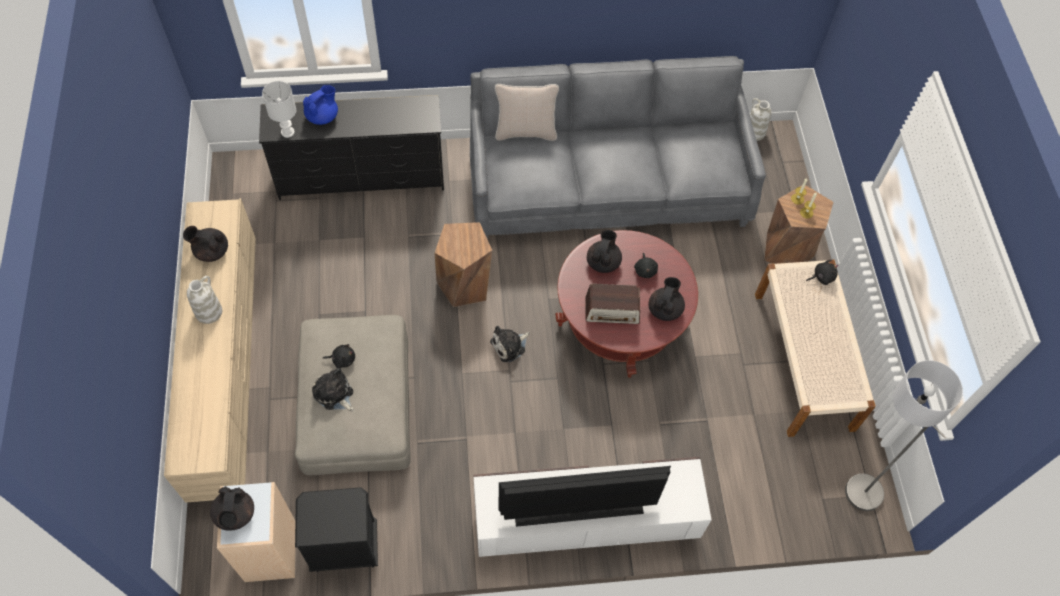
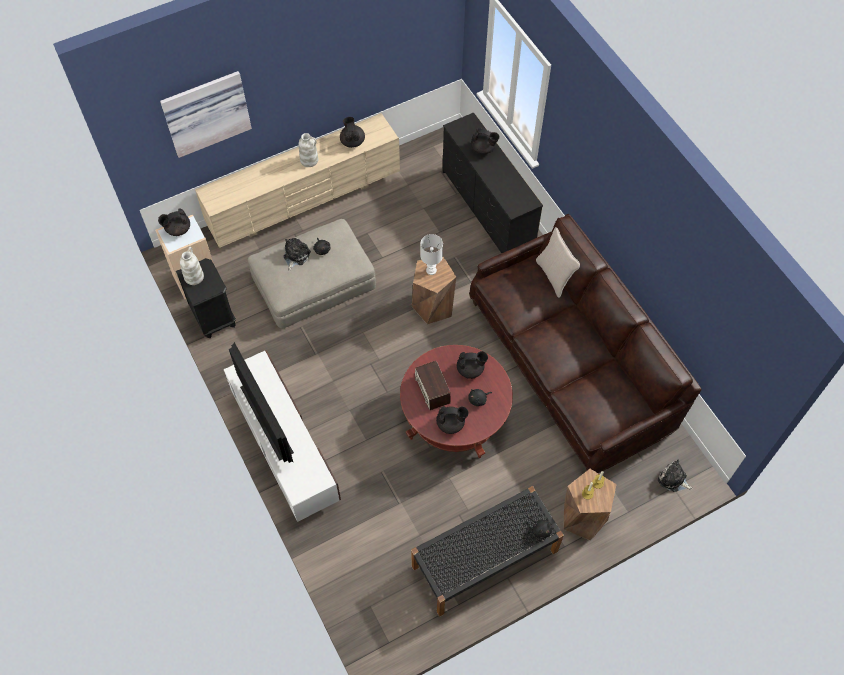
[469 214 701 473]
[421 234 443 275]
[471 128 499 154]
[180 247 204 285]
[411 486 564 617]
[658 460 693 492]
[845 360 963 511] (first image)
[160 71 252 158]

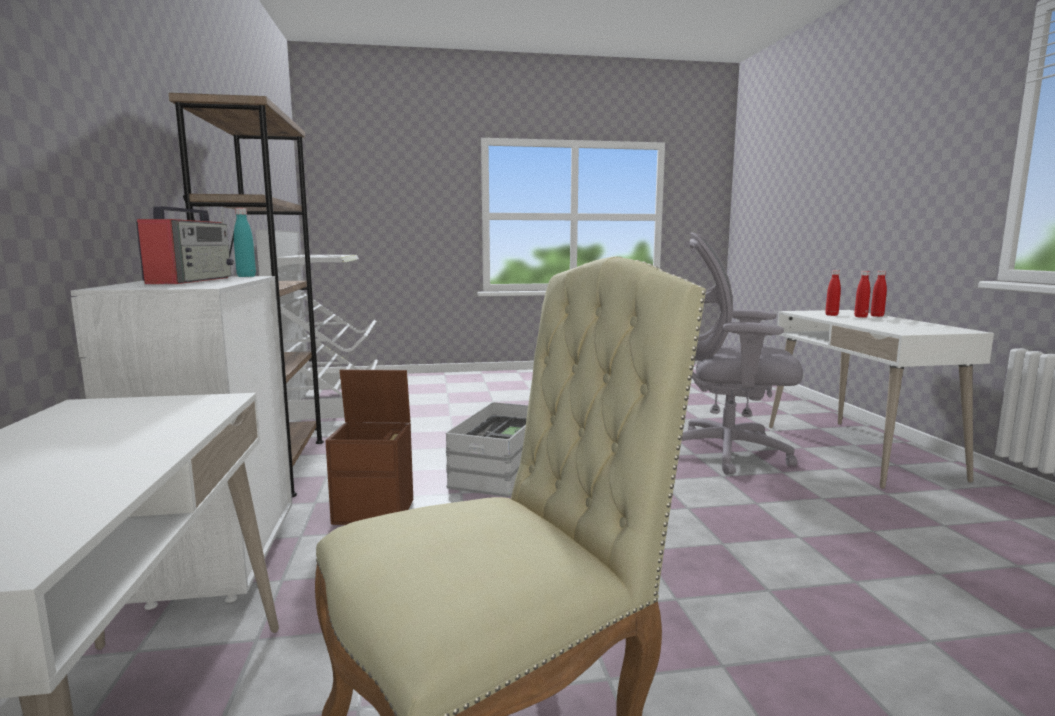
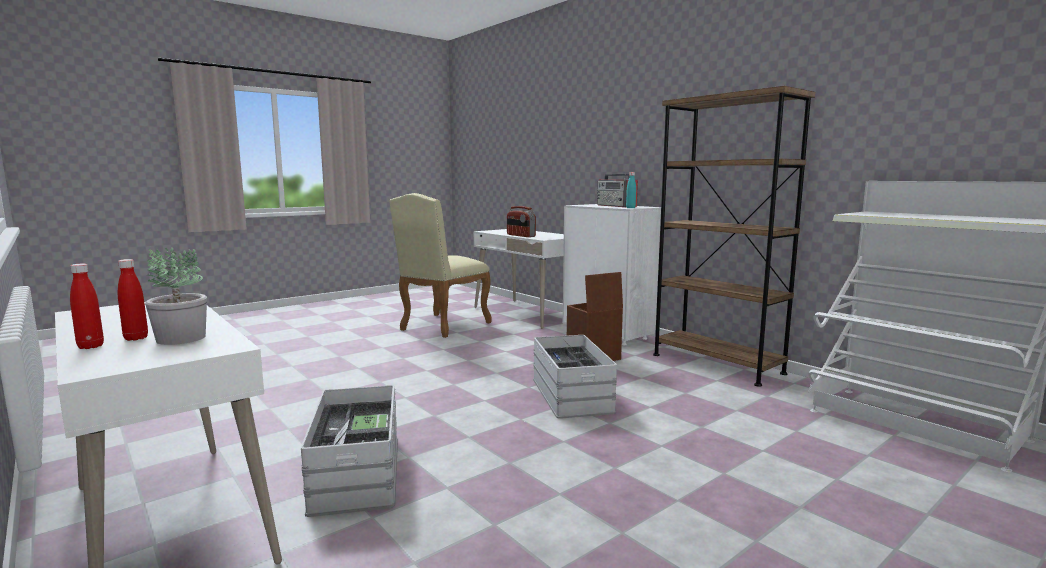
[301 385 398 517]
[145 247 207 345]
[507 206 536 237]

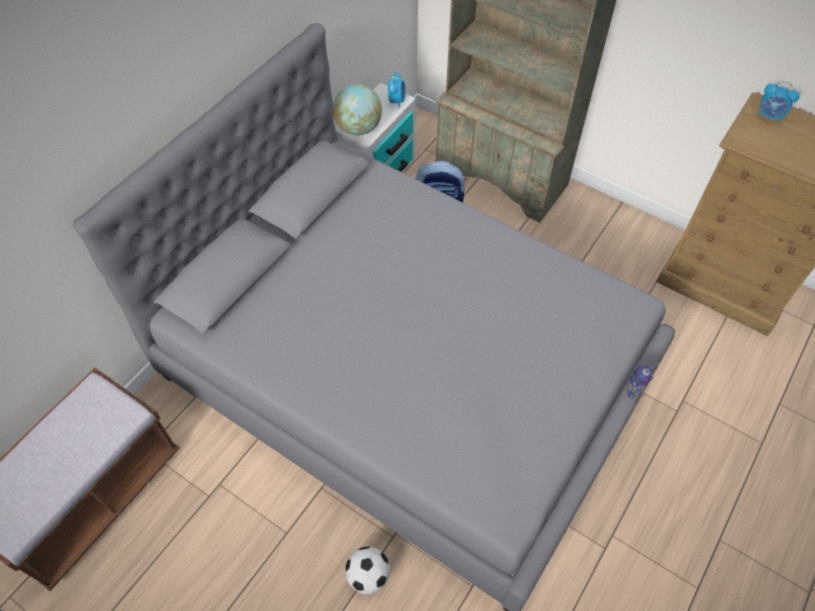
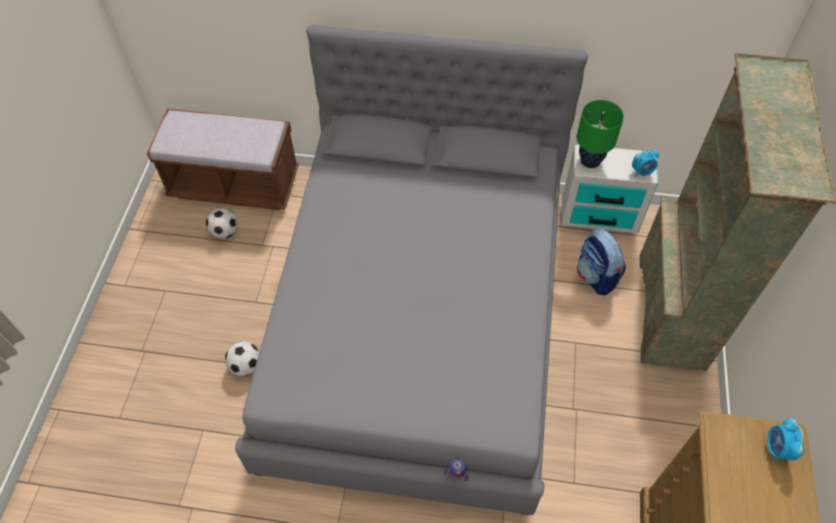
[577 100 624 168]
[206 208 238 239]

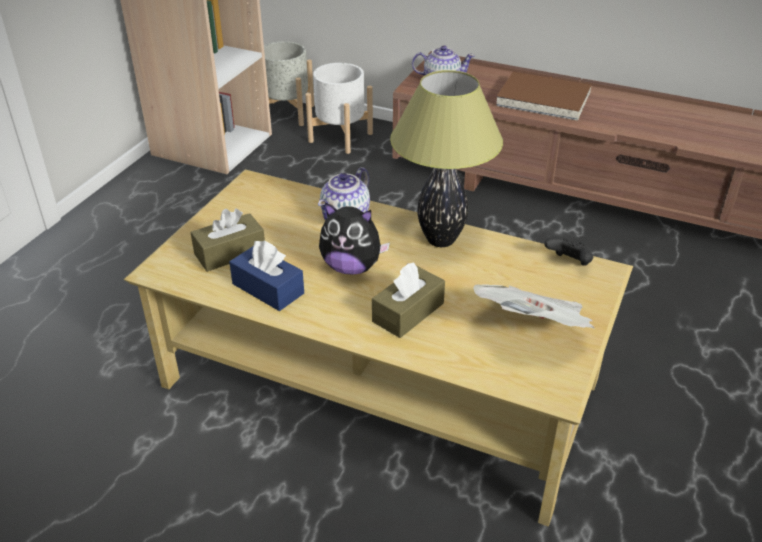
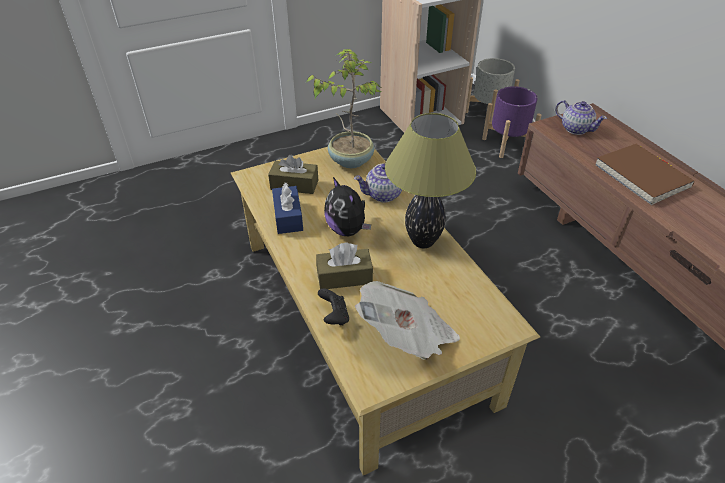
[482 86 541 158]
[318 288 349 325]
[306 49 381 168]

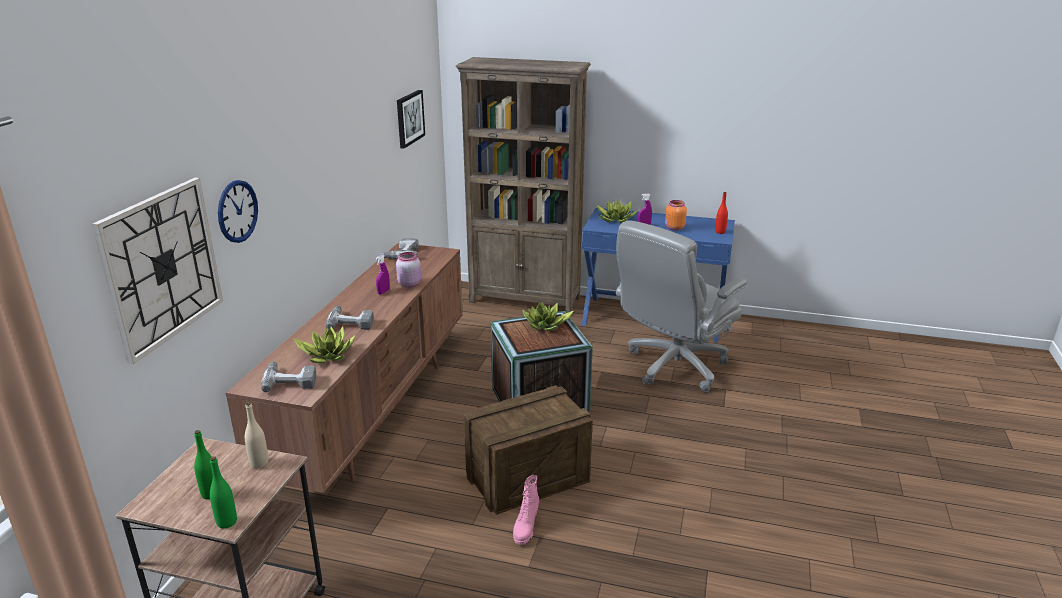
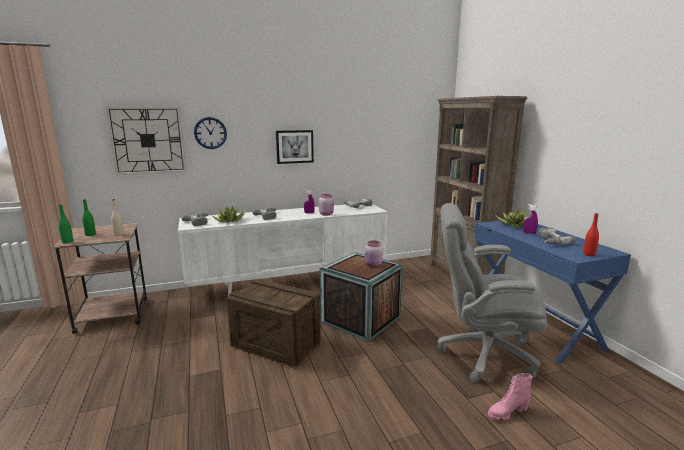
[276 130 314 164]
[538 228 576 245]
[178 204 388 297]
[365 241 383 267]
[488 373 533 421]

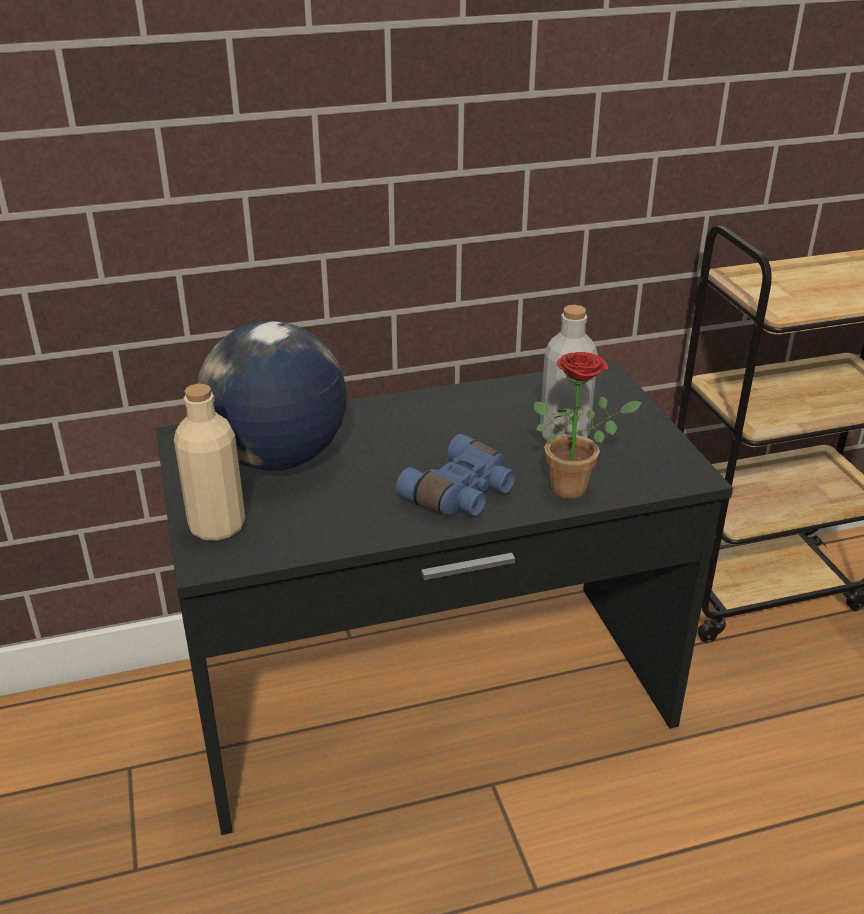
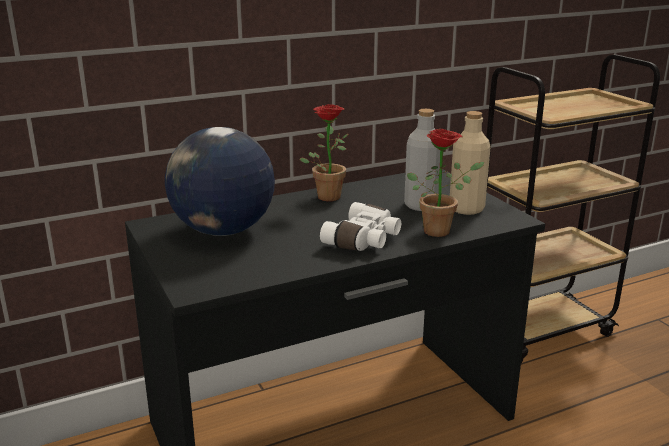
[450 111 491 215]
[320 202 401 251]
[299 104 348 201]

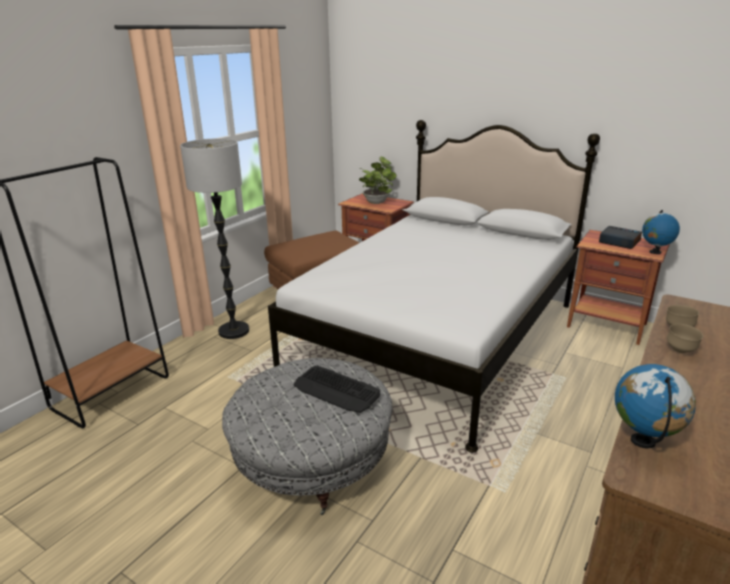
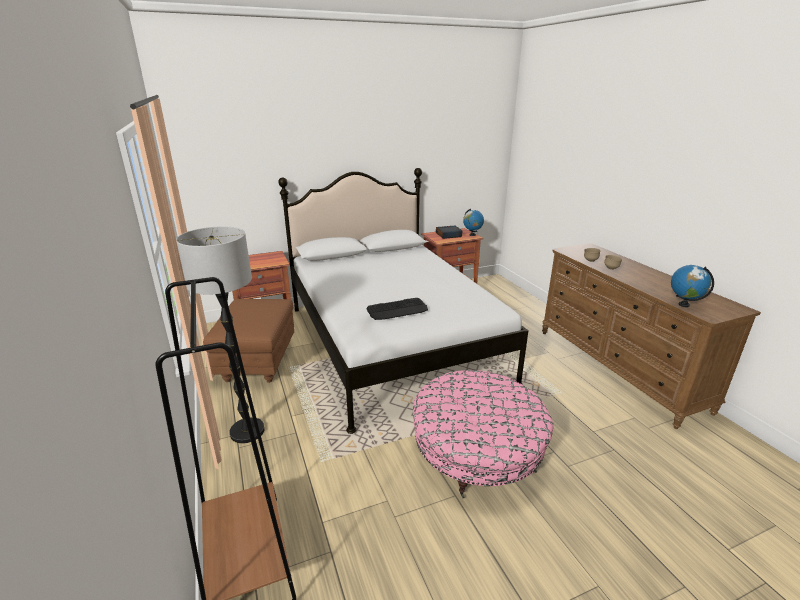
[359 156 397 204] (first image)
[413 370 553 498]
[367 298 428 320]

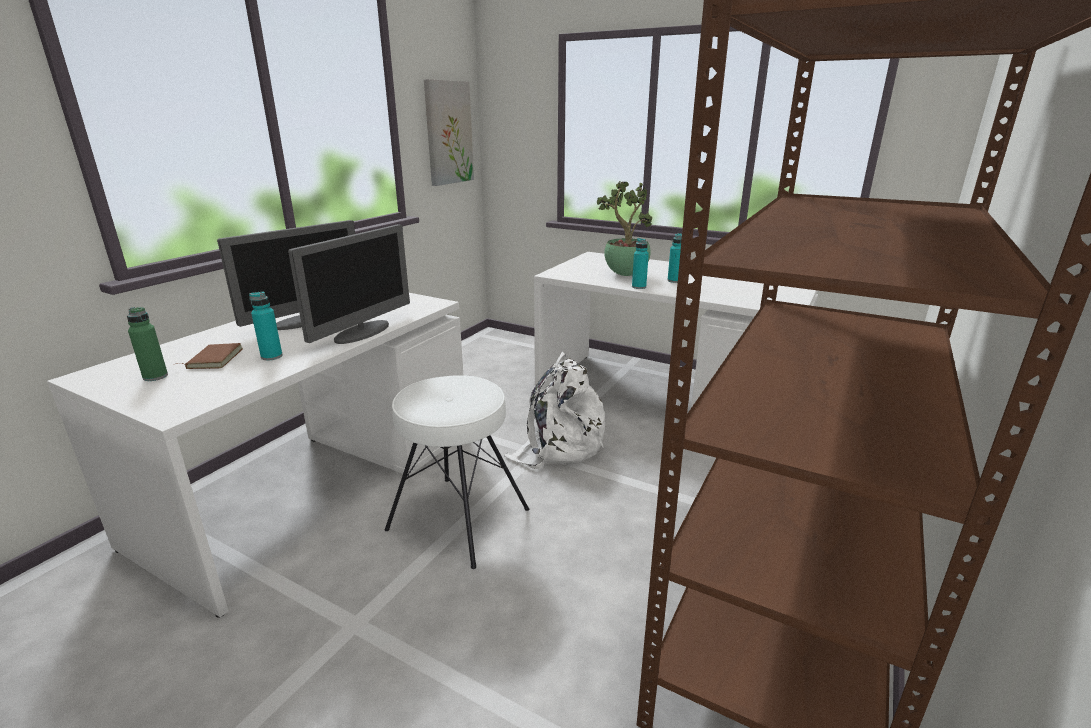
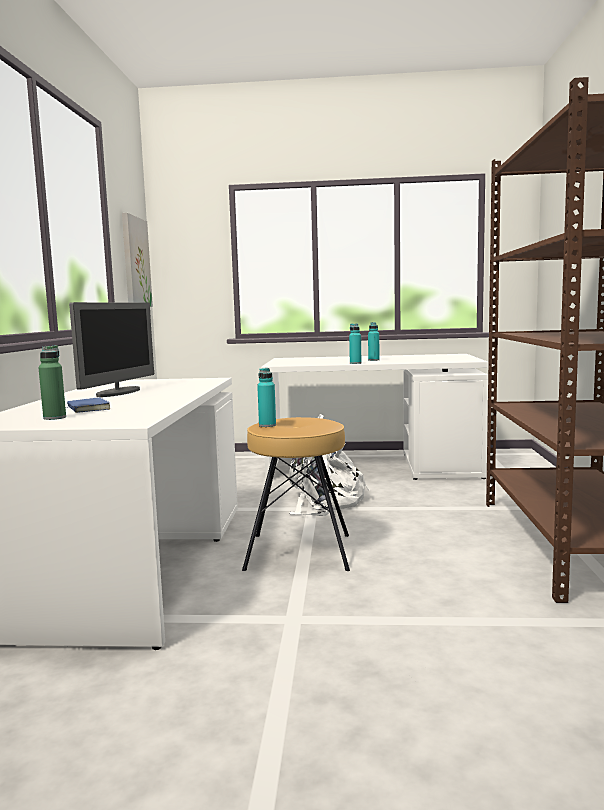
[597 181 652 276] (first image)
[288 224 410 344] (first image)
[257 368 276 427]
[66 397 110 413]
[242 417 350 571]

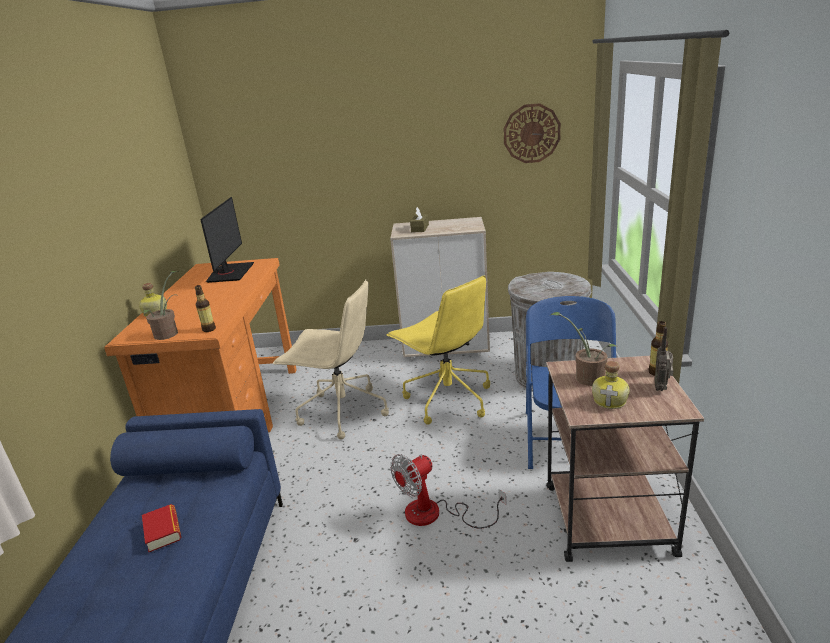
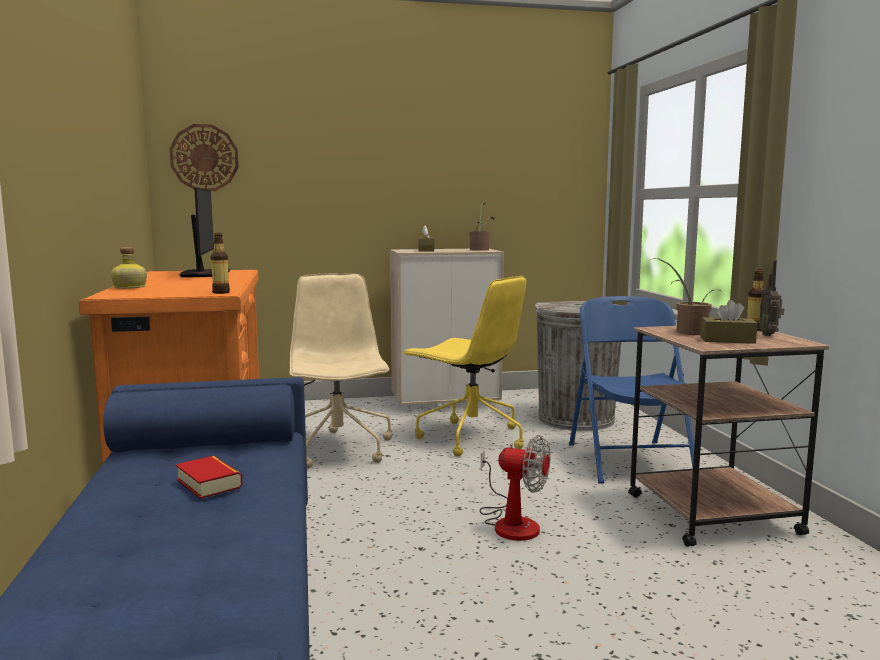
[169 124 239 191]
[469 202 494 251]
[290 273 392 469]
[701 300 758 344]
[479 435 551 541]

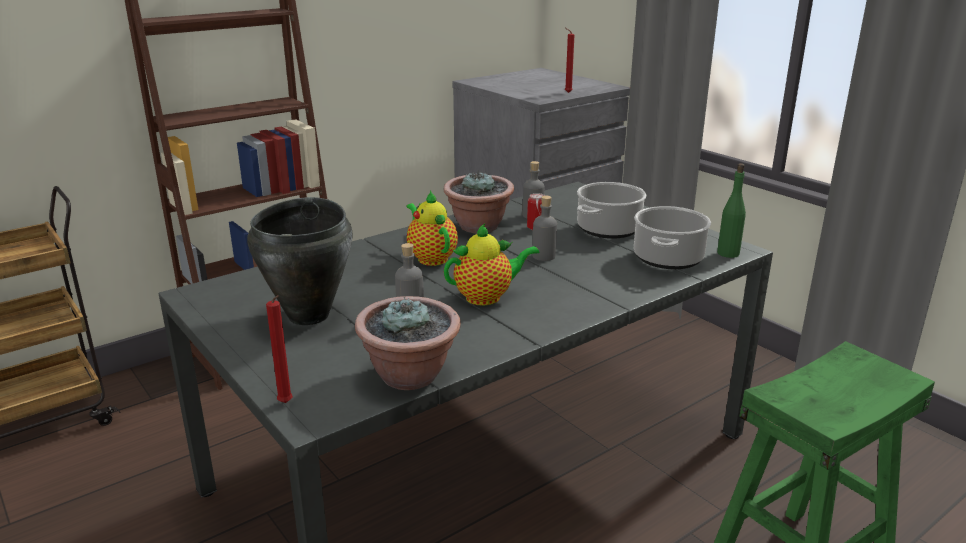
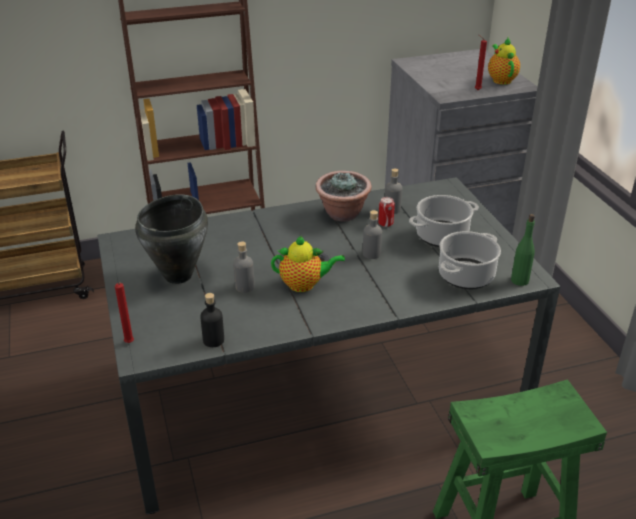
[488 38 520 85]
[200 293 224 347]

